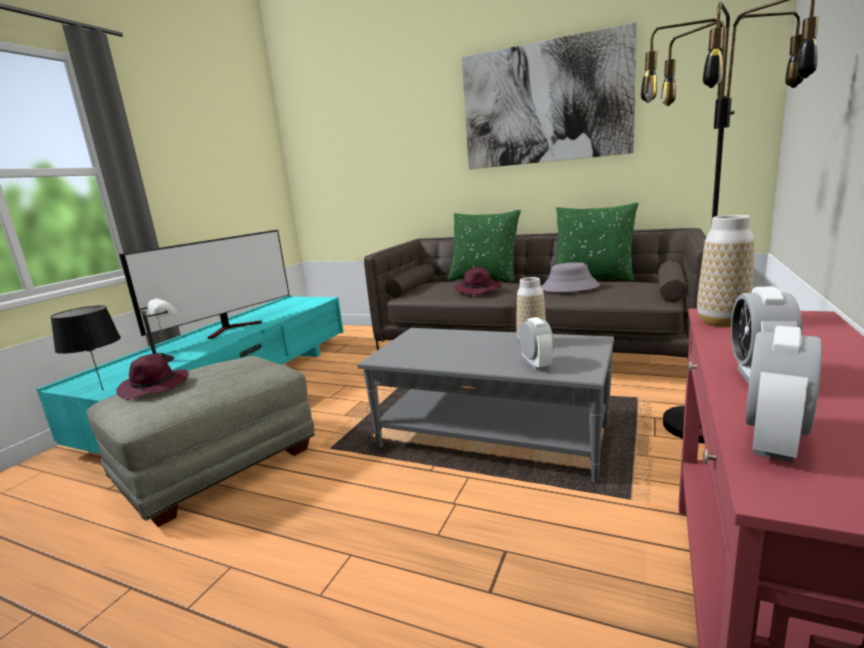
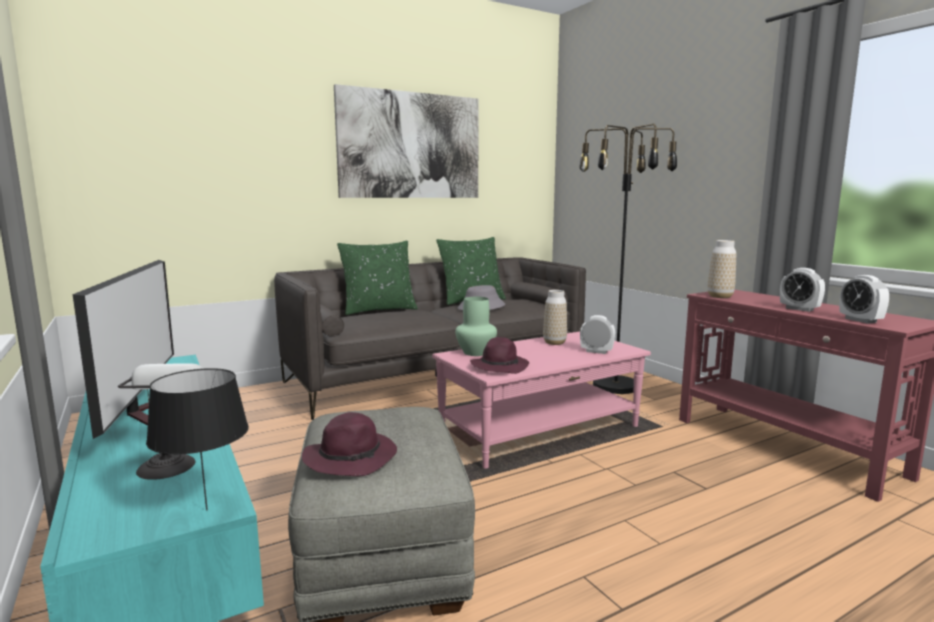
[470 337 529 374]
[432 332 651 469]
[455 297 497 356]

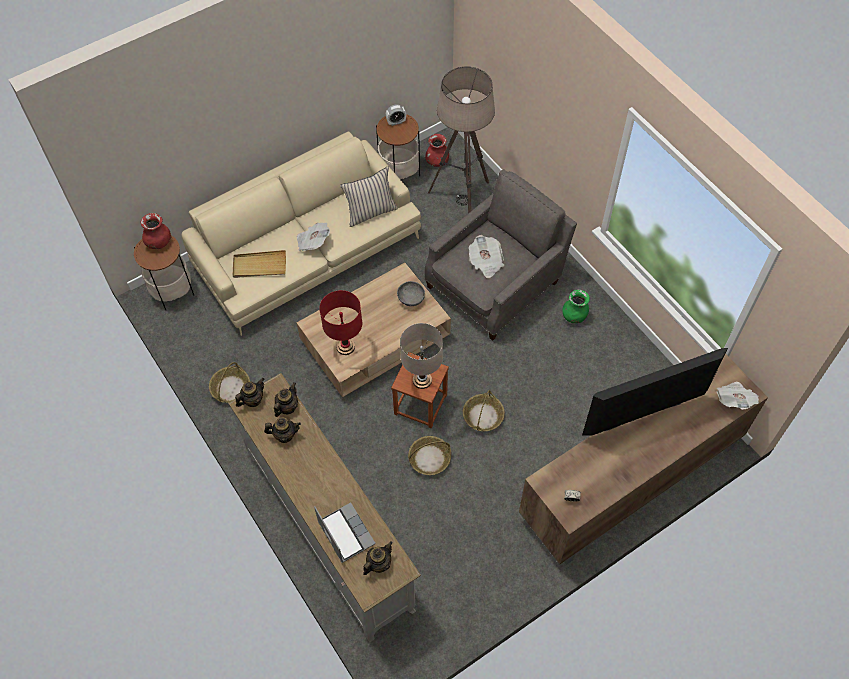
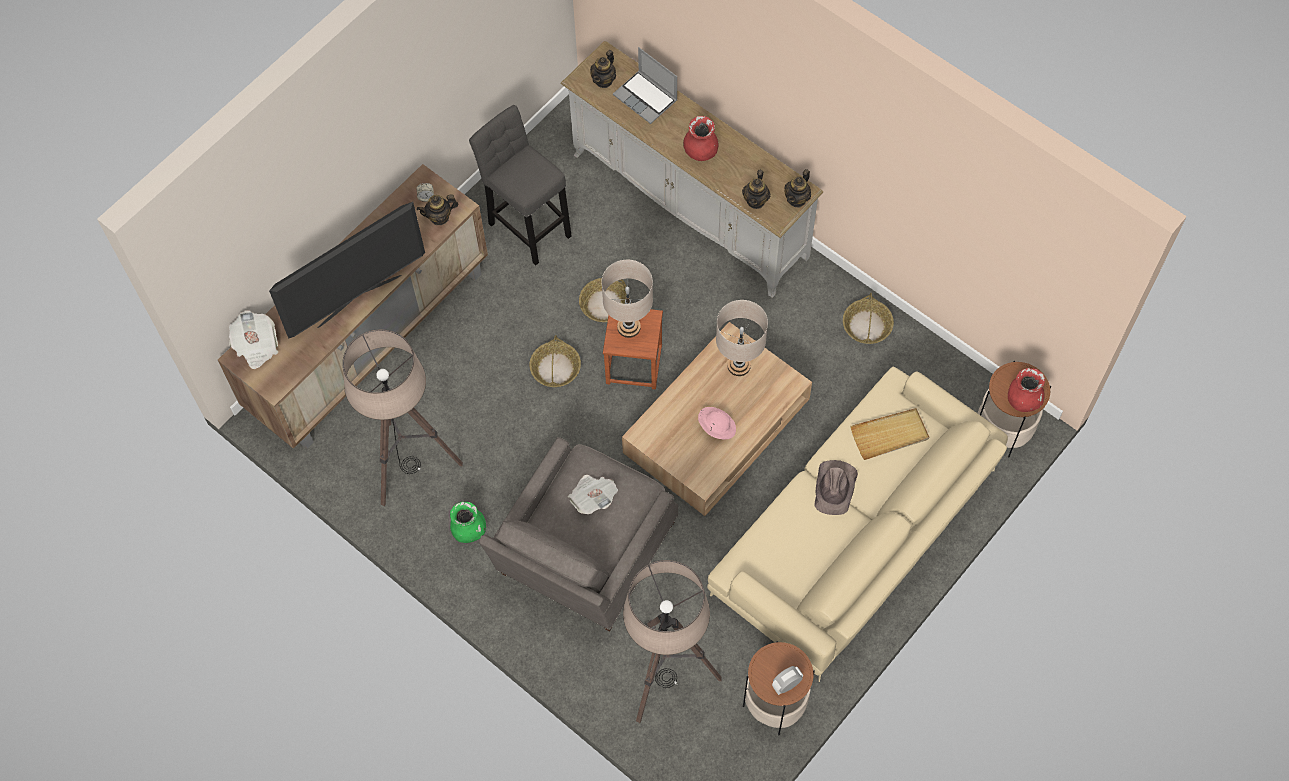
[683 116 719 161]
[340 167 398 227] (first image)
[814 460 858 515]
[397 281 425 306] (first image)
[716 300 768 376]
[417 194 459 225]
[469 105 572 265]
[342 329 463 506]
[698 407 736 439]

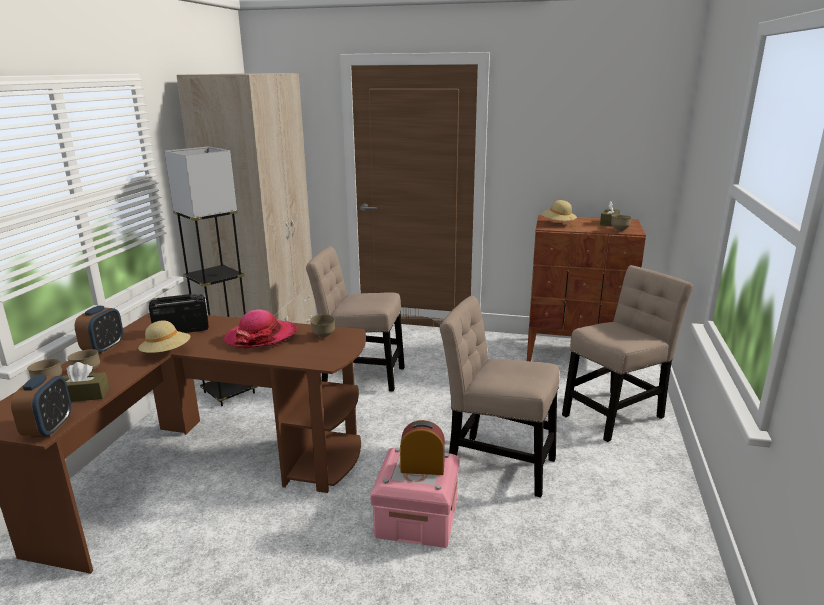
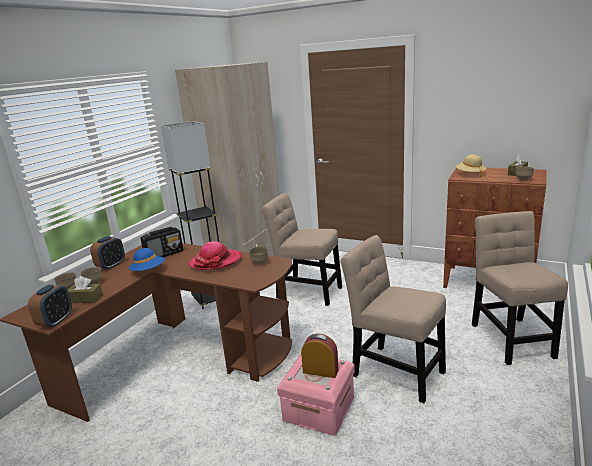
[472 211 568 365]
[140 227 183 257]
[129 248 165 271]

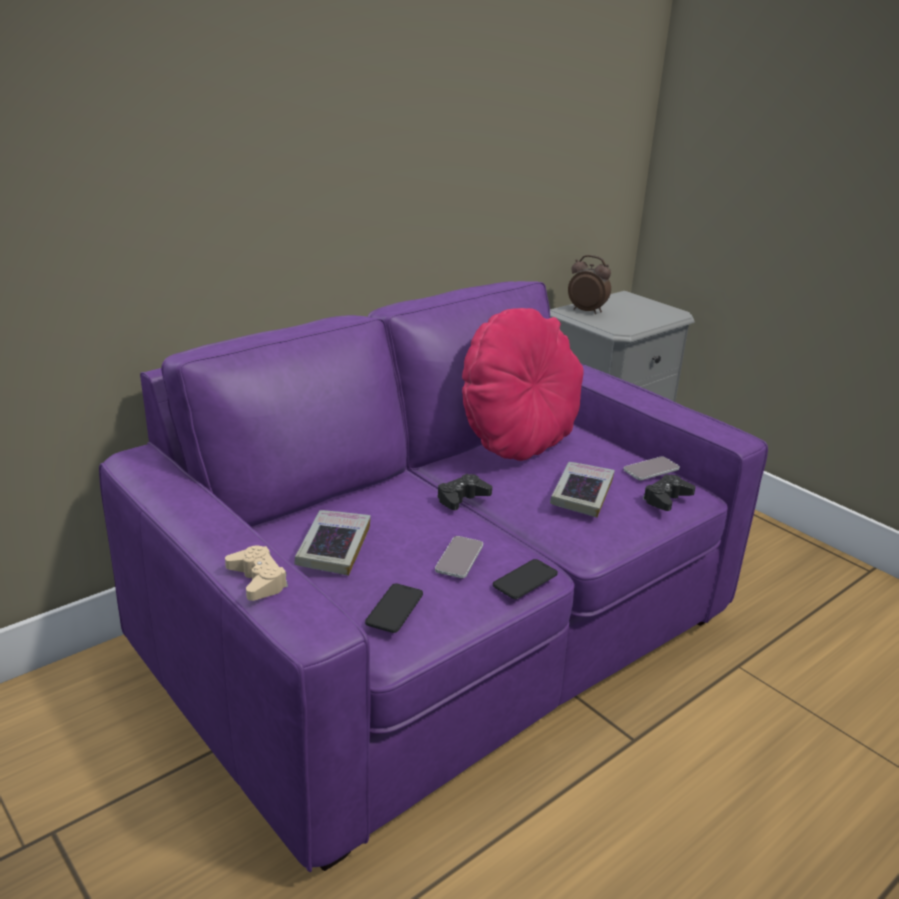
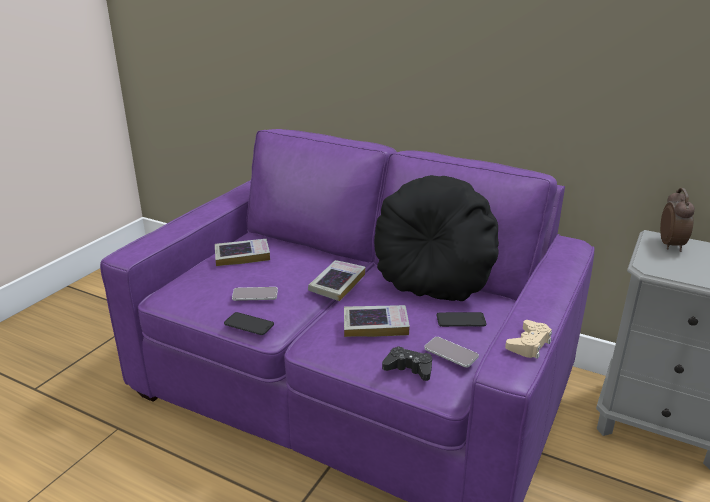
[374 175 499 301]
[308 260 366 301]
[505 320 552 359]
[437 312 487 327]

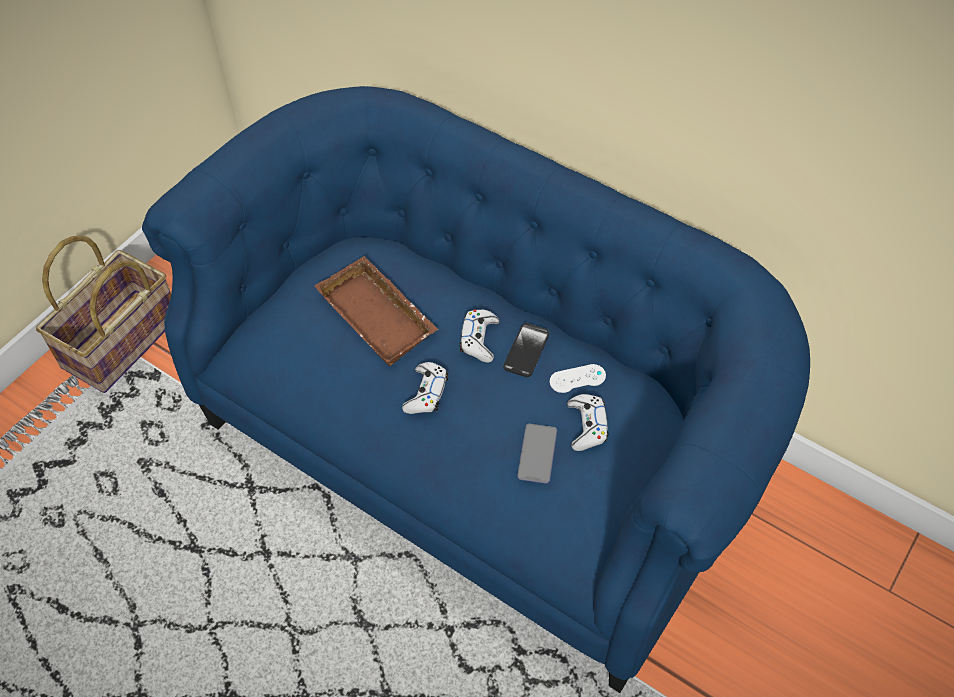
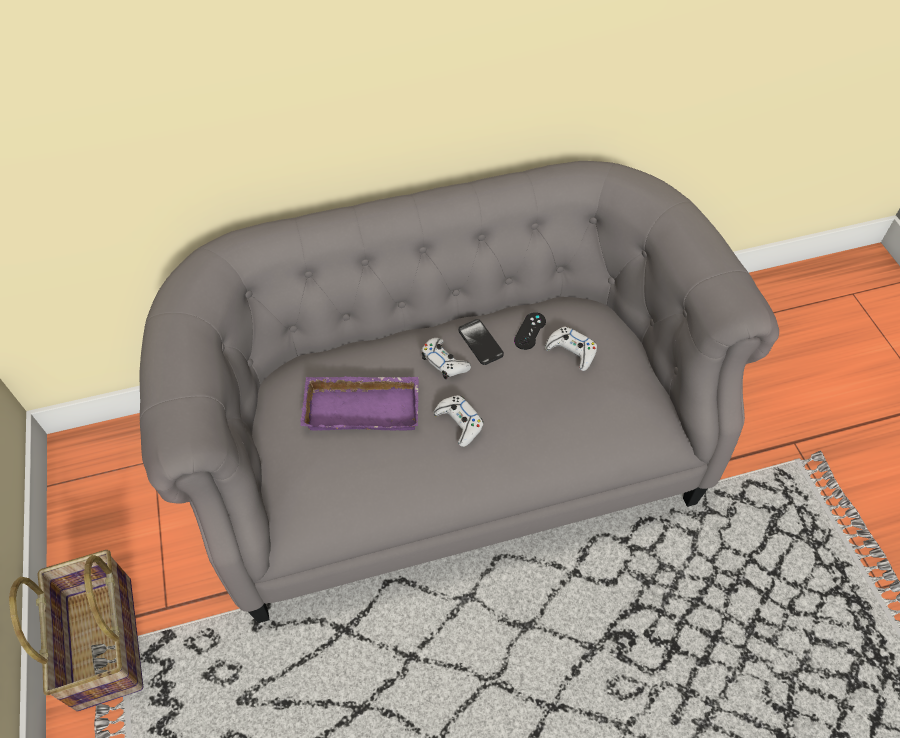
[140 161 779 623]
[300 376 419 431]
[514 312 546 350]
[517 423 557 484] (first image)

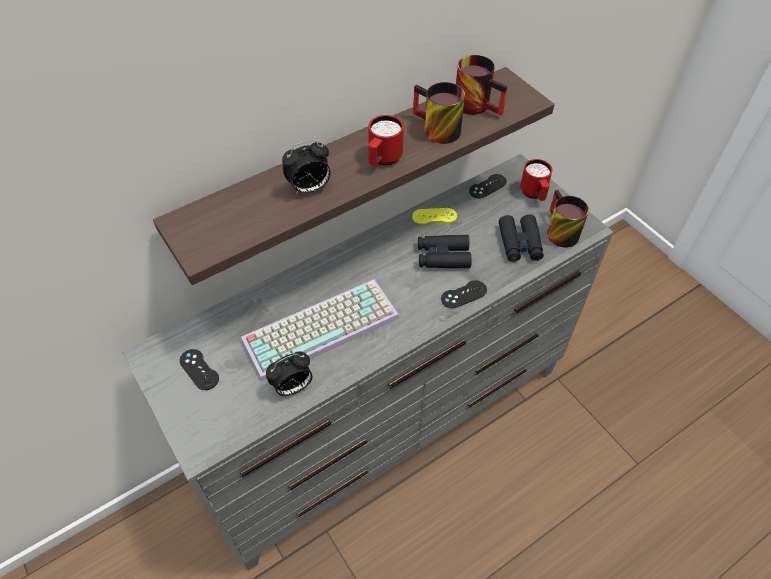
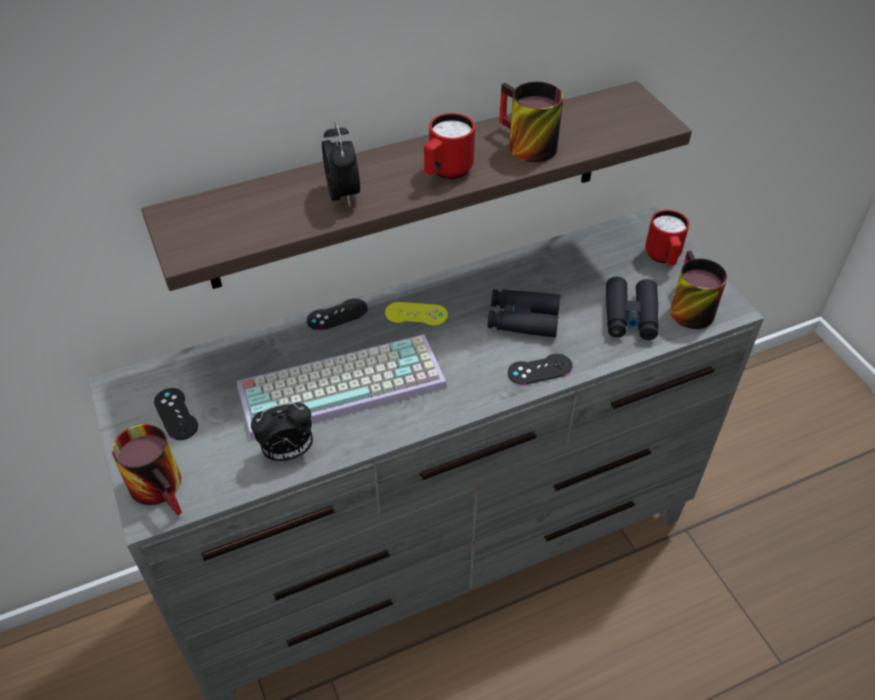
[112 424 182 516]
[322 122 360 207]
[307 299 368 331]
[385 302 448 325]

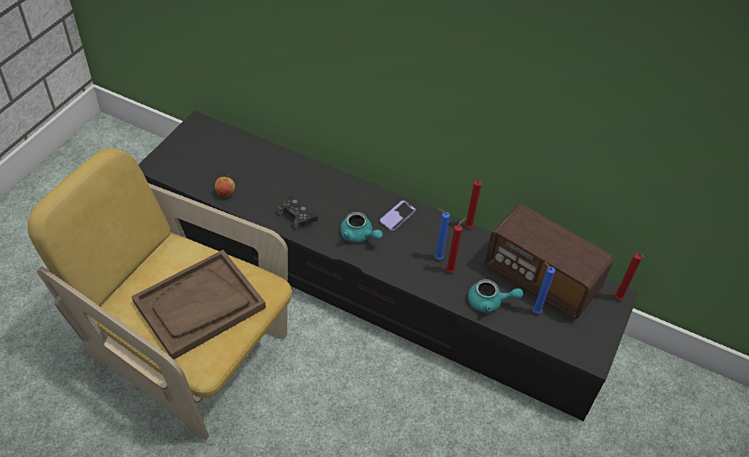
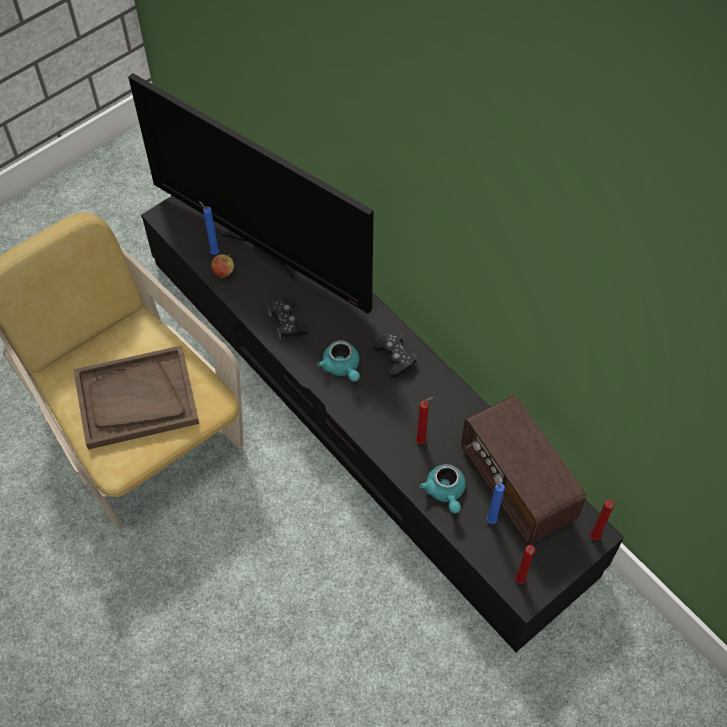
[515 545 535 584]
[374 332 417 378]
[199 201 220 255]
[420 464 466 513]
[128 73 374 314]

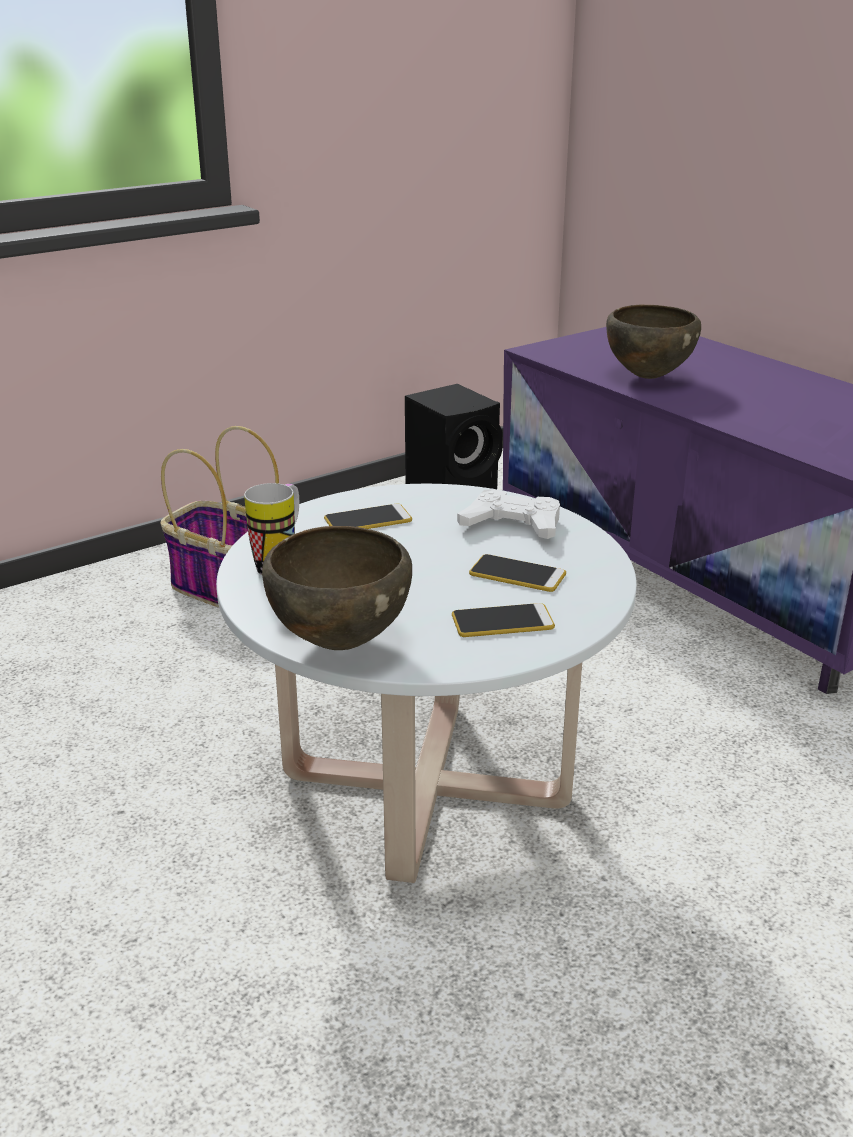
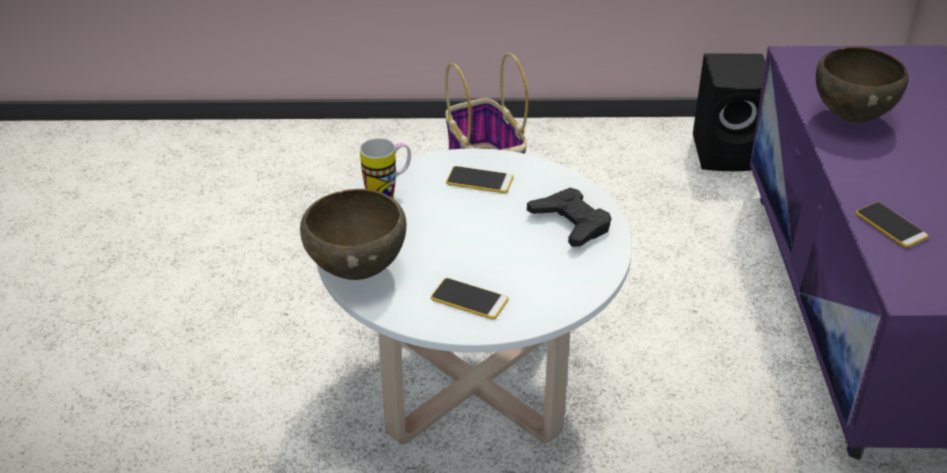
[527 188 611 247]
[856 202 929 248]

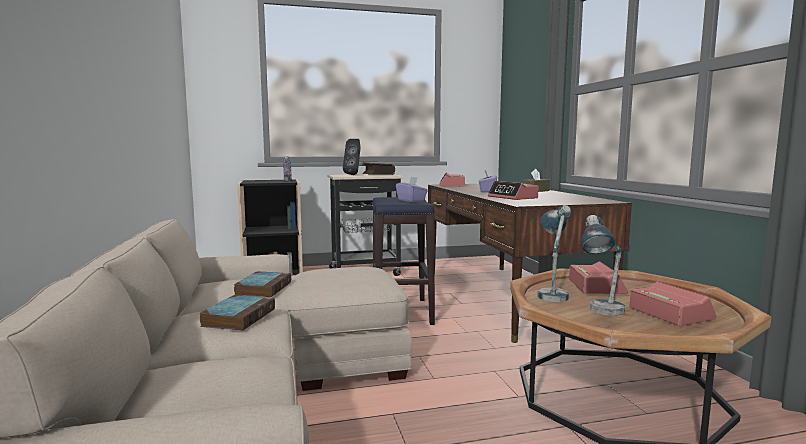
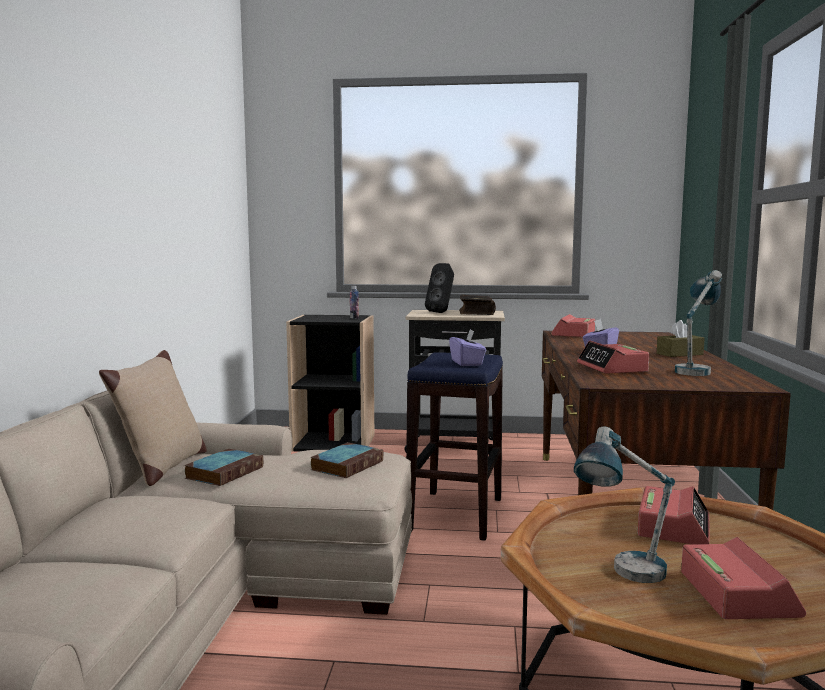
[675 270 722 376]
[310 442 383 478]
[99 350 207 486]

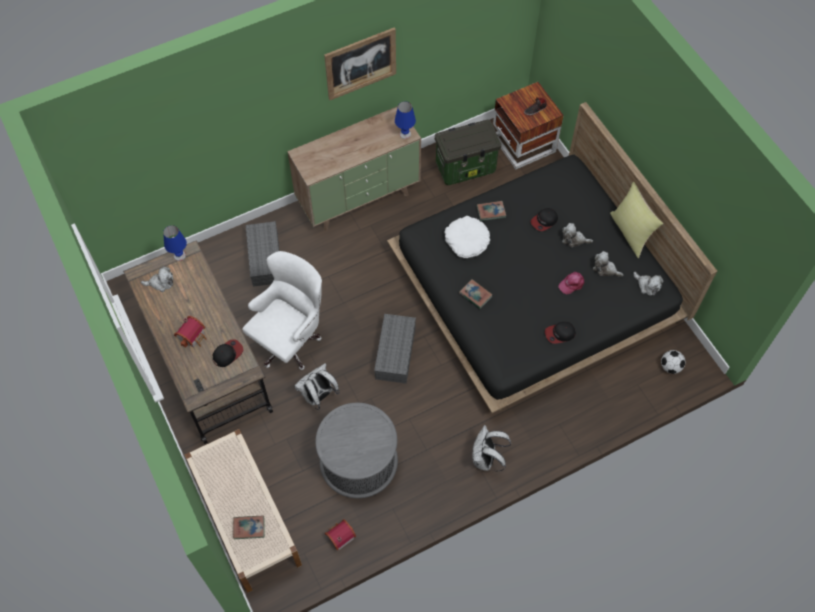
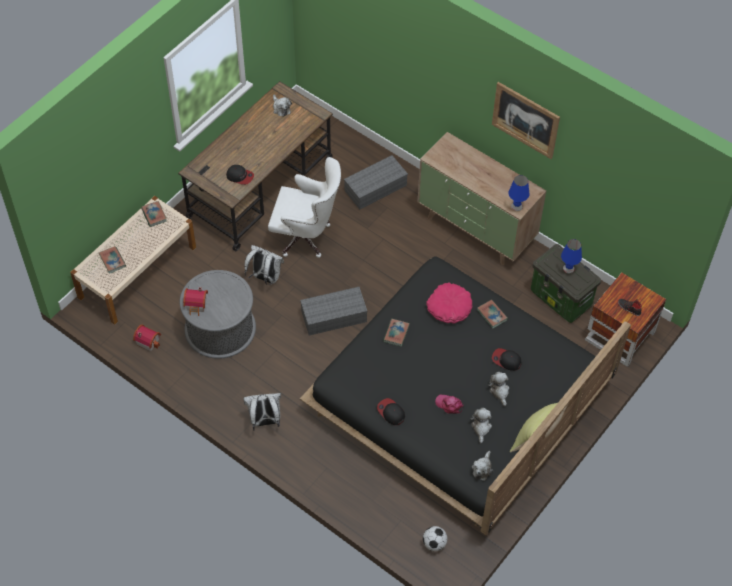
[426 282 472 324]
[561 239 582 273]
[183 287 208 316]
[141 201 167 227]

